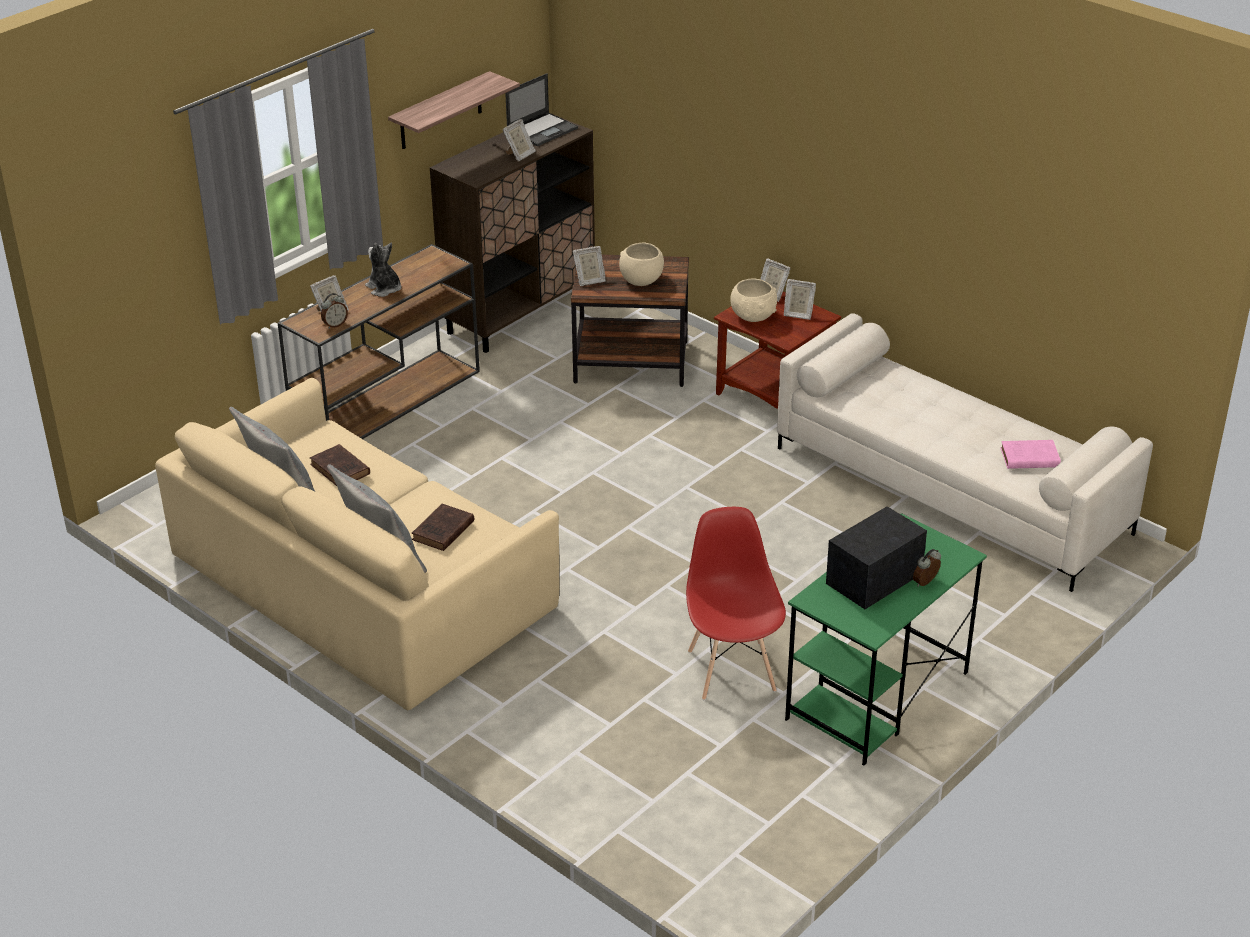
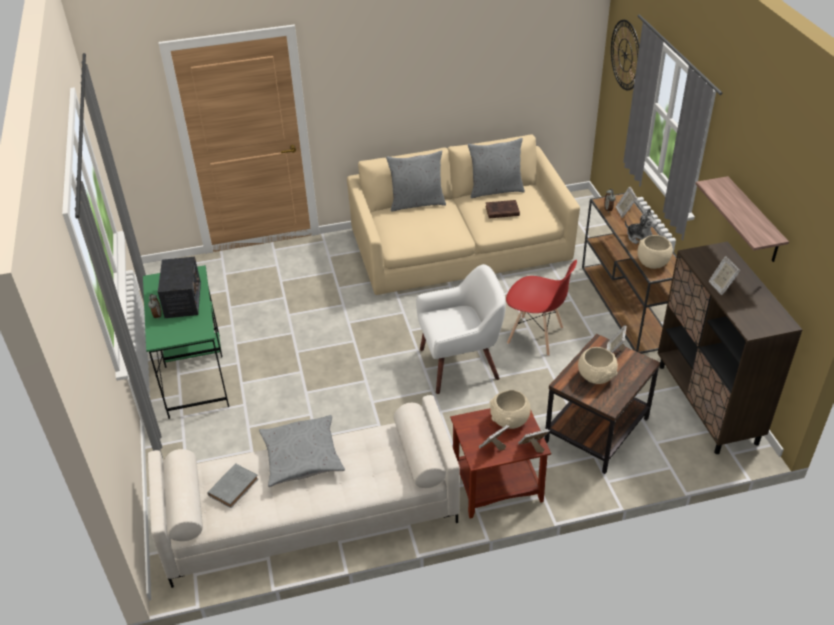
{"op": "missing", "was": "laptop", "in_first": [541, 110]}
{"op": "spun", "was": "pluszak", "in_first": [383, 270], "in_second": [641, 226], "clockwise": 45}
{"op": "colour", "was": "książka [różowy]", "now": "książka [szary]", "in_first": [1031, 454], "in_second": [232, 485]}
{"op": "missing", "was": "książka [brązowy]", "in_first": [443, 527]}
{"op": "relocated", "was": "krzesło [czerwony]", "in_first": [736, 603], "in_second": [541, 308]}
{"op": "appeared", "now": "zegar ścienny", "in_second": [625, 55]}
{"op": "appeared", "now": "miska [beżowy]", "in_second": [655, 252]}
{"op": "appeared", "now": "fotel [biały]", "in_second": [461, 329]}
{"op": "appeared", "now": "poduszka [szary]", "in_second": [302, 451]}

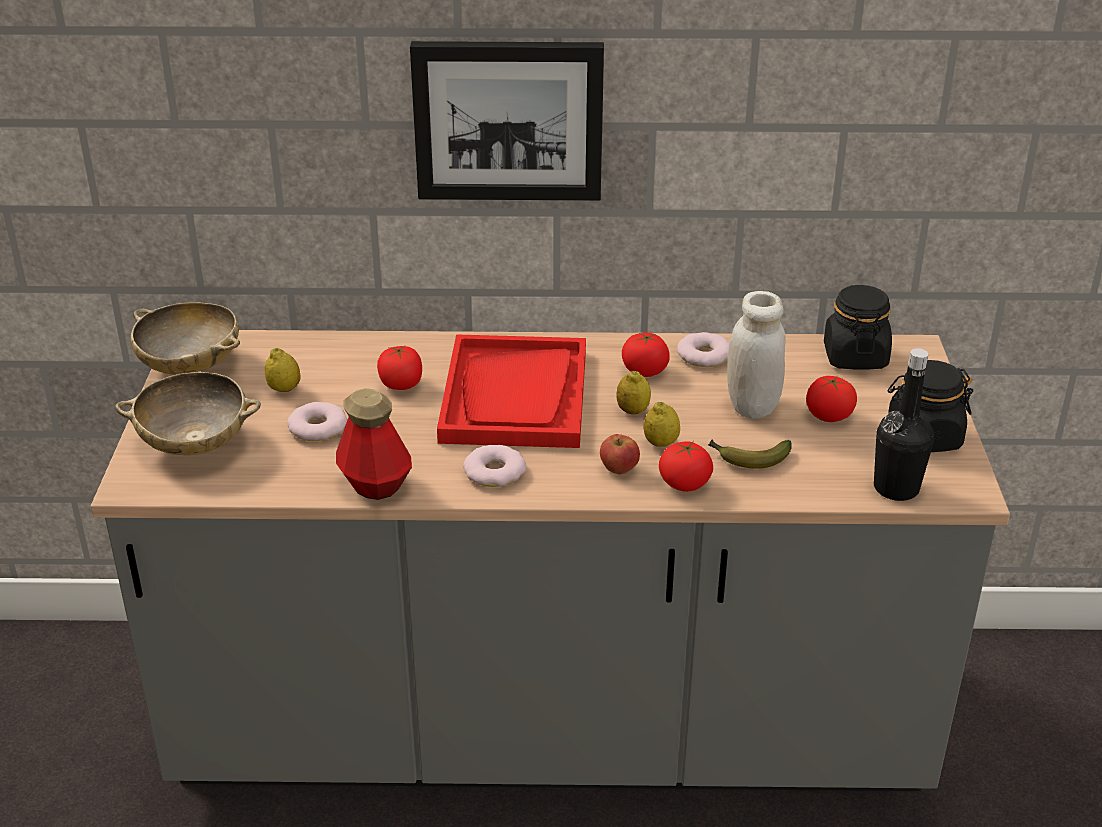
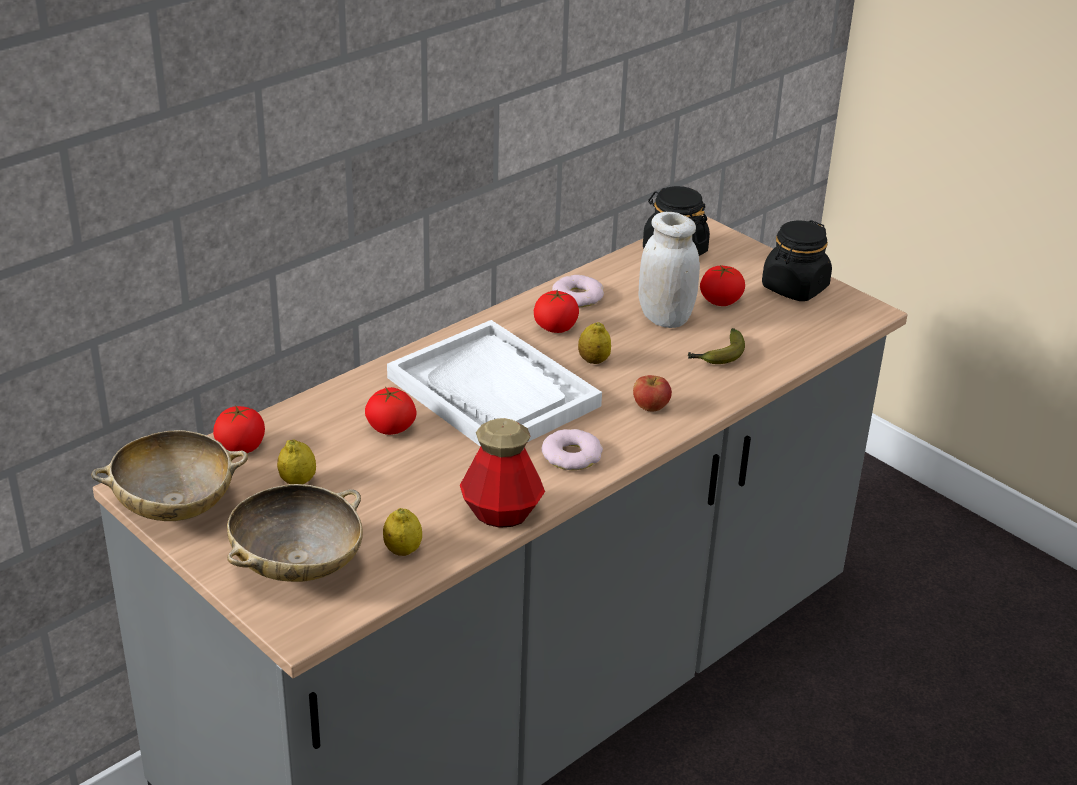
{"op": "missing", "was": "obraz", "in_first": [507, 121]}
{"op": "colour", "was": "taca [czerwony]", "now": "taca [biały]", "in_first": [511, 391], "in_second": [494, 383]}
{"op": "missing", "was": "butelka [czarny]", "in_first": [904, 424]}
{"op": "missing", "was": "donut", "in_first": [317, 421]}
{"op": "relocated", "was": "cytryna", "in_first": [662, 424], "in_second": [402, 532]}
{"op": "relocated", "was": "pomidor", "in_first": [686, 466], "in_second": [239, 429]}

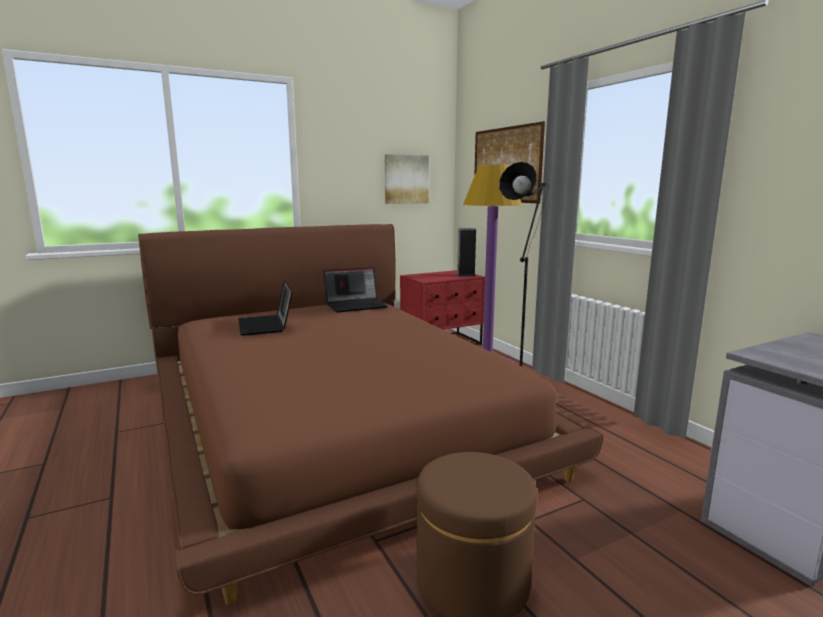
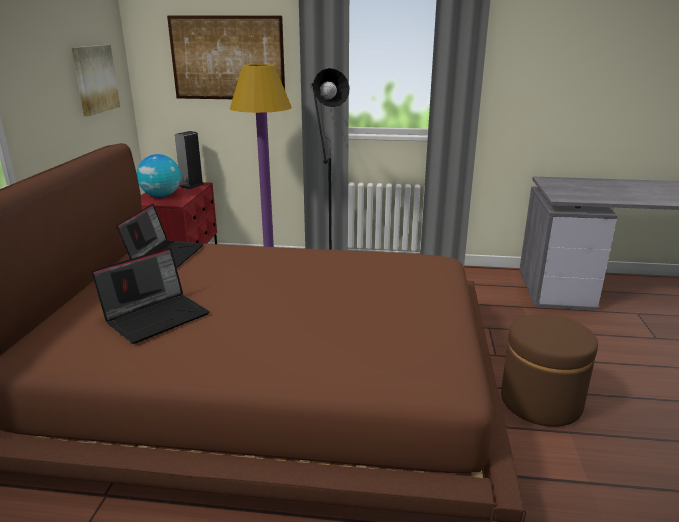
{"op": "spun", "was": "laptop", "in_first": [265, 307], "in_second": [150, 296], "clockwise": -60}
{"op": "appeared", "now": "globus", "in_second": [158, 175]}

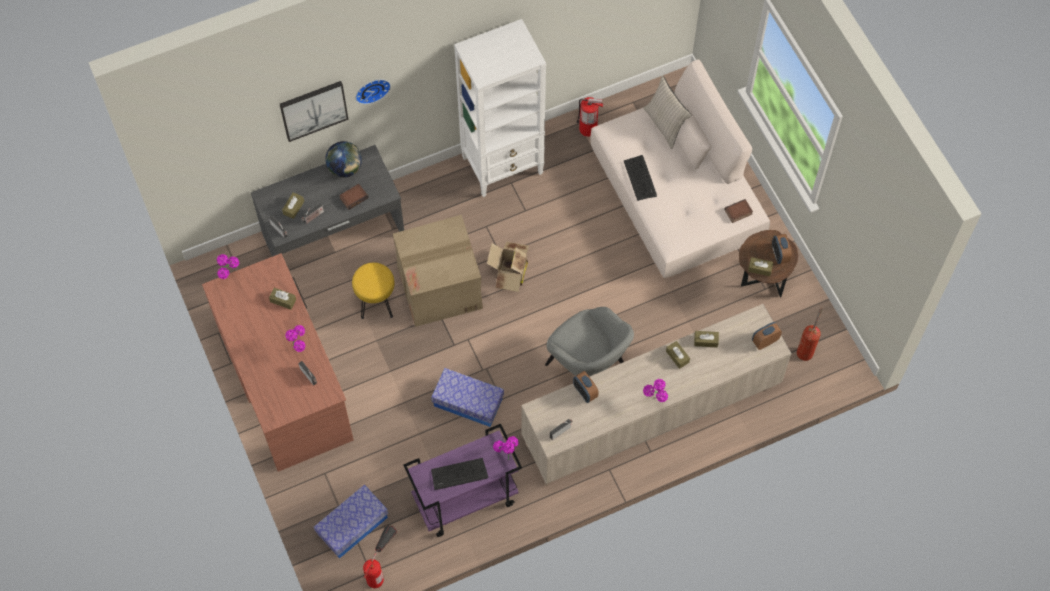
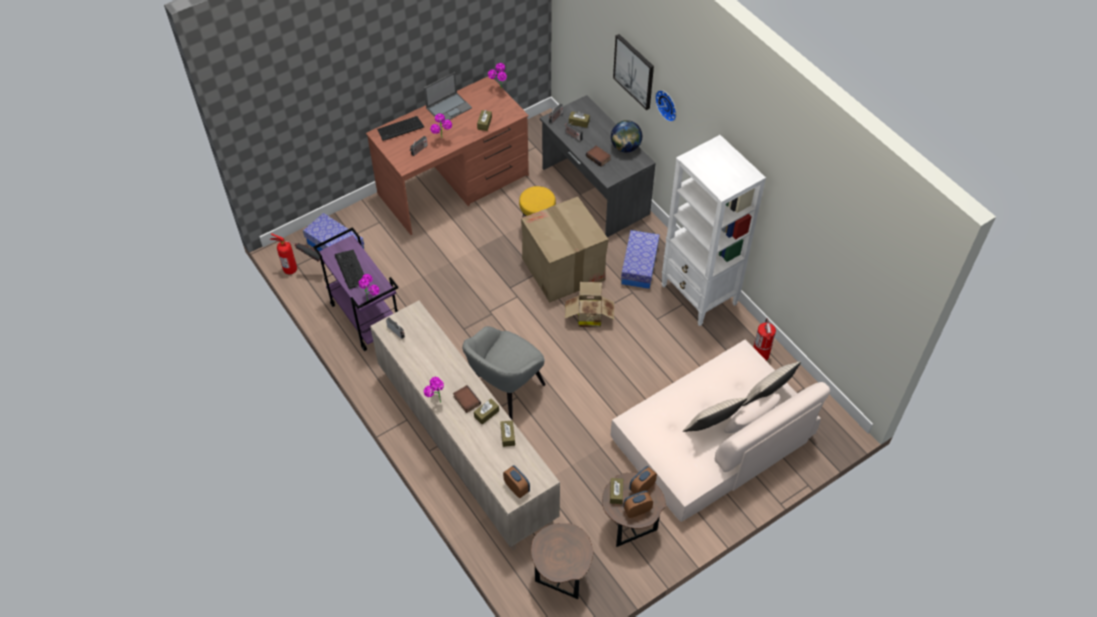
{"op": "relocated", "was": "klawiatura", "in_first": [640, 178], "in_second": [400, 128]}
{"op": "relocated", "was": "książka", "in_first": [739, 211], "in_second": [467, 399]}
{"op": "exchanged", "was": "gaśnica", "now": "stolik [brązowy]", "in_first": [809, 334], "in_second": [562, 561]}
{"op": "relocated", "was": "pojemnik do przechowywania", "in_first": [467, 397], "in_second": [640, 259]}
{"op": "relocated", "was": "budzik", "in_first": [586, 387], "in_second": [643, 480]}
{"op": "appeared", "now": "laptop", "in_second": [448, 98]}
{"op": "appeared", "now": "poduszka [beżowy]", "in_second": [715, 415]}

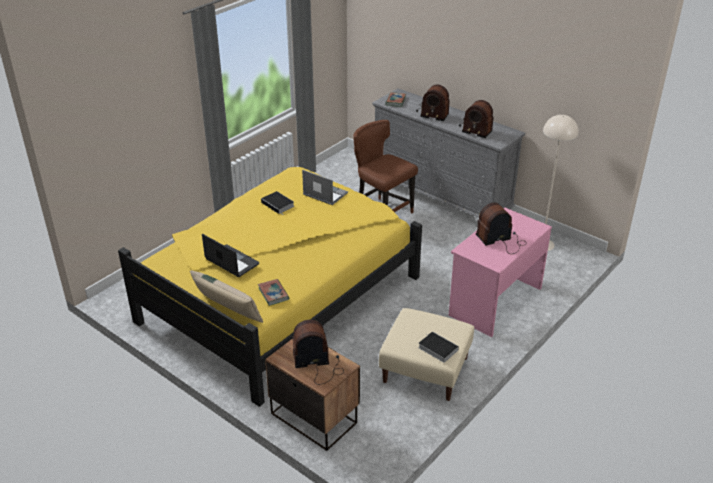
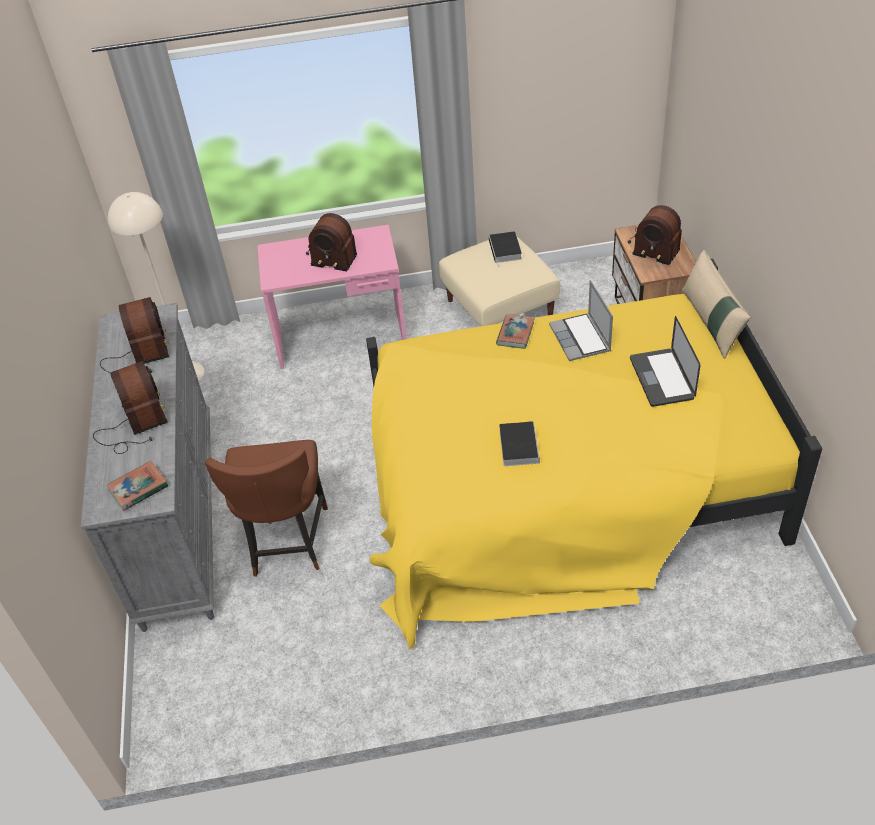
{"op": "relocated", "was": "laptop", "in_first": [325, 187], "in_second": [581, 320]}
{"op": "relocated", "was": "książka", "in_first": [273, 292], "in_second": [515, 331]}

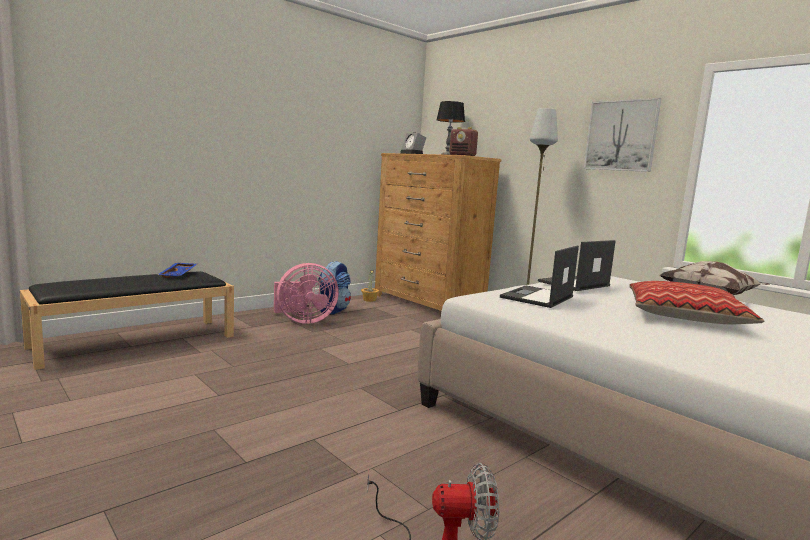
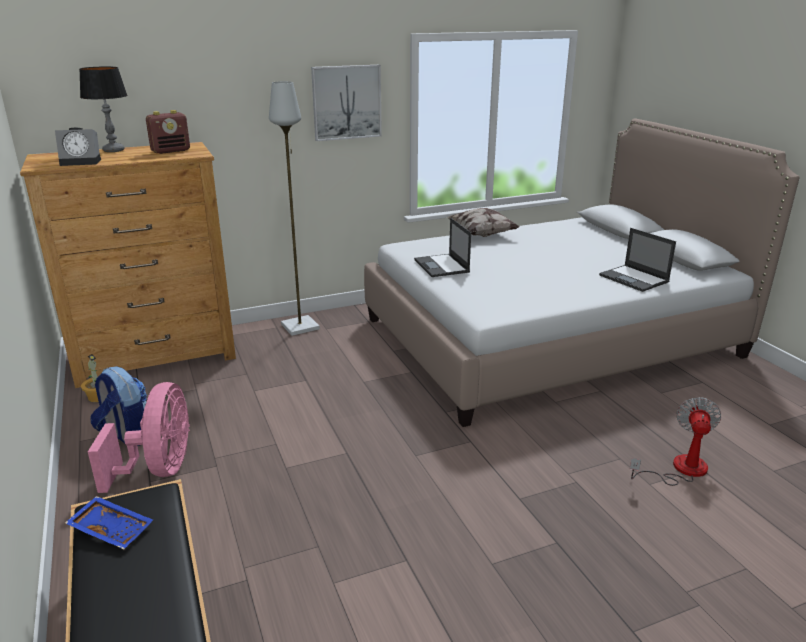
{"op": "relocated", "was": "laptop", "in_first": [539, 276], "in_second": [637, 260]}
{"op": "missing", "was": "poduszka", "in_first": [696, 302]}

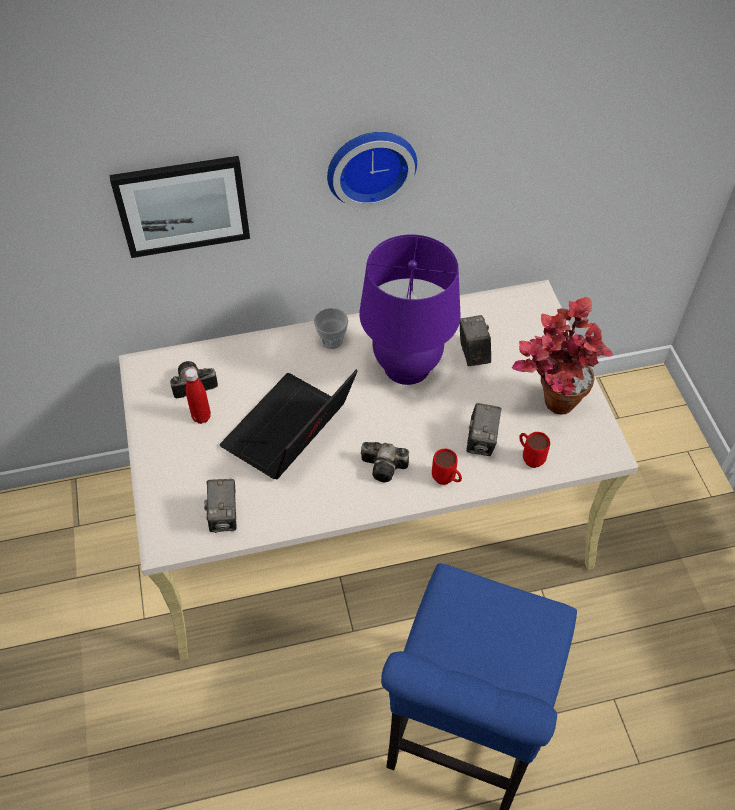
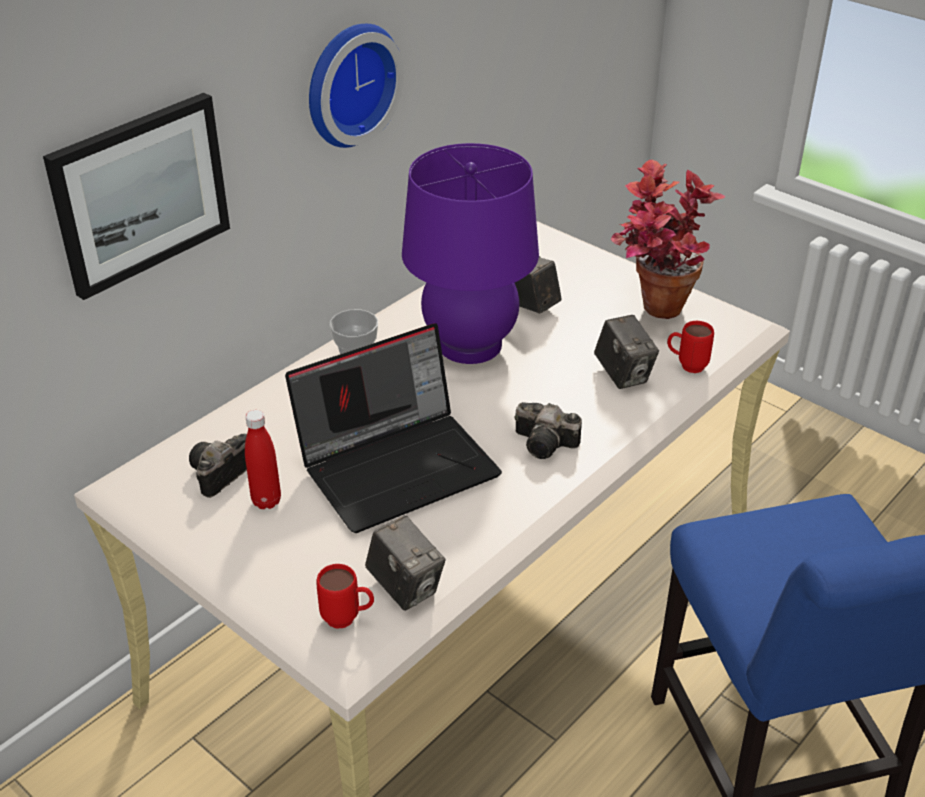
{"op": "spun", "was": "laptop", "in_first": [289, 424], "in_second": [393, 428], "clockwise": -120}
{"op": "spun", "was": "aparat fotograficzny", "in_first": [385, 462], "in_second": [548, 430], "clockwise": 45}
{"op": "relocated", "was": "kubek [czerwony]", "in_first": [447, 467], "in_second": [345, 596]}

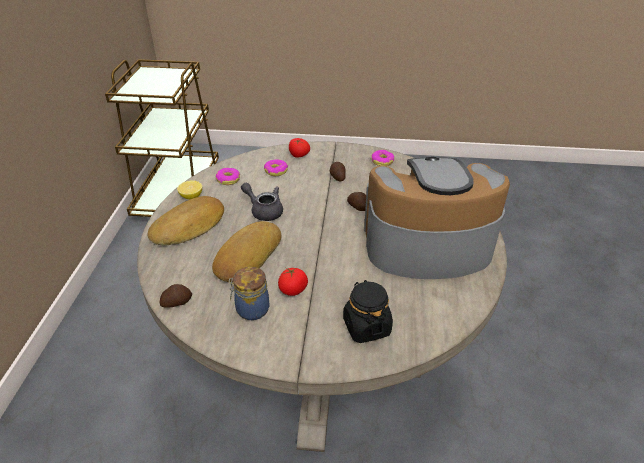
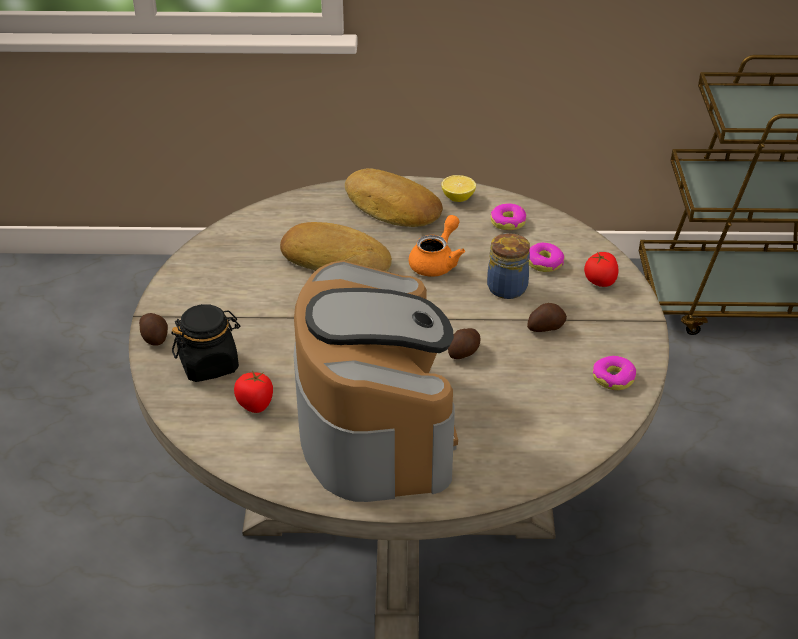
{"op": "colour", "was": "imbryk [szary]", "now": "imbryk [pomarańczowy]", "in_first": [262, 202], "in_second": [436, 246]}
{"op": "relocated", "was": "słoik", "in_first": [249, 293], "in_second": [508, 266]}
{"op": "relocated", "was": "pomidor", "in_first": [293, 281], "in_second": [253, 391]}
{"op": "relocated", "was": "ziemniak", "in_first": [176, 296], "in_second": [153, 329]}

